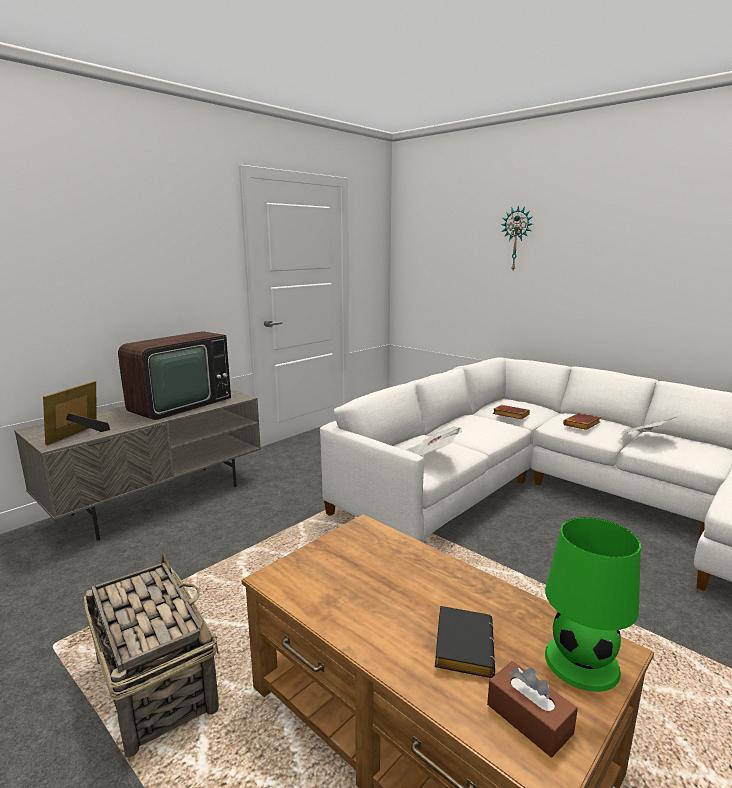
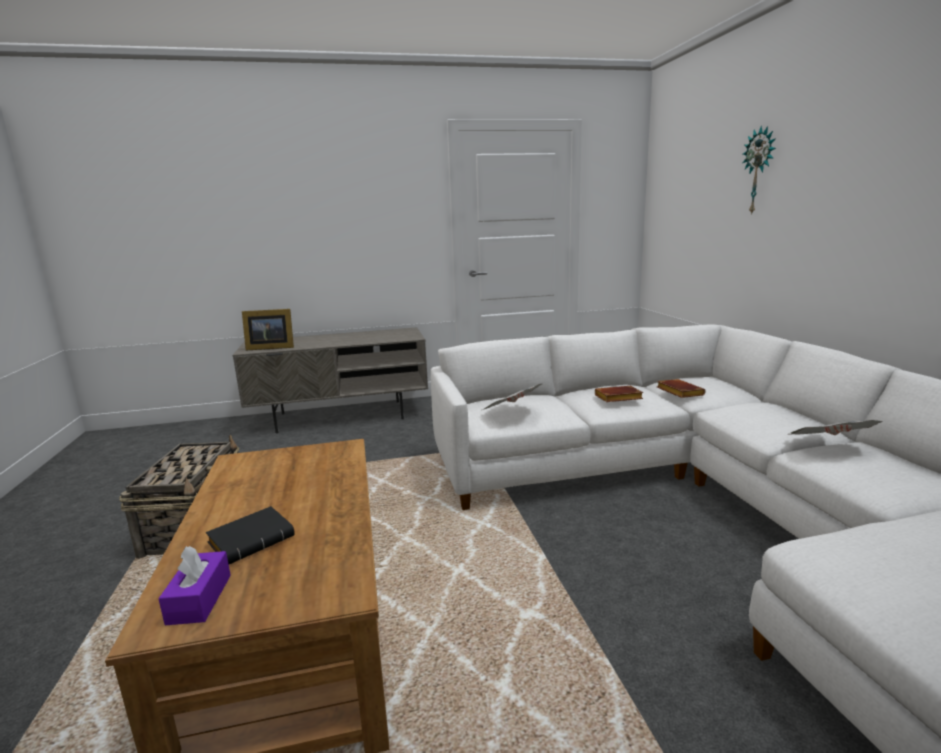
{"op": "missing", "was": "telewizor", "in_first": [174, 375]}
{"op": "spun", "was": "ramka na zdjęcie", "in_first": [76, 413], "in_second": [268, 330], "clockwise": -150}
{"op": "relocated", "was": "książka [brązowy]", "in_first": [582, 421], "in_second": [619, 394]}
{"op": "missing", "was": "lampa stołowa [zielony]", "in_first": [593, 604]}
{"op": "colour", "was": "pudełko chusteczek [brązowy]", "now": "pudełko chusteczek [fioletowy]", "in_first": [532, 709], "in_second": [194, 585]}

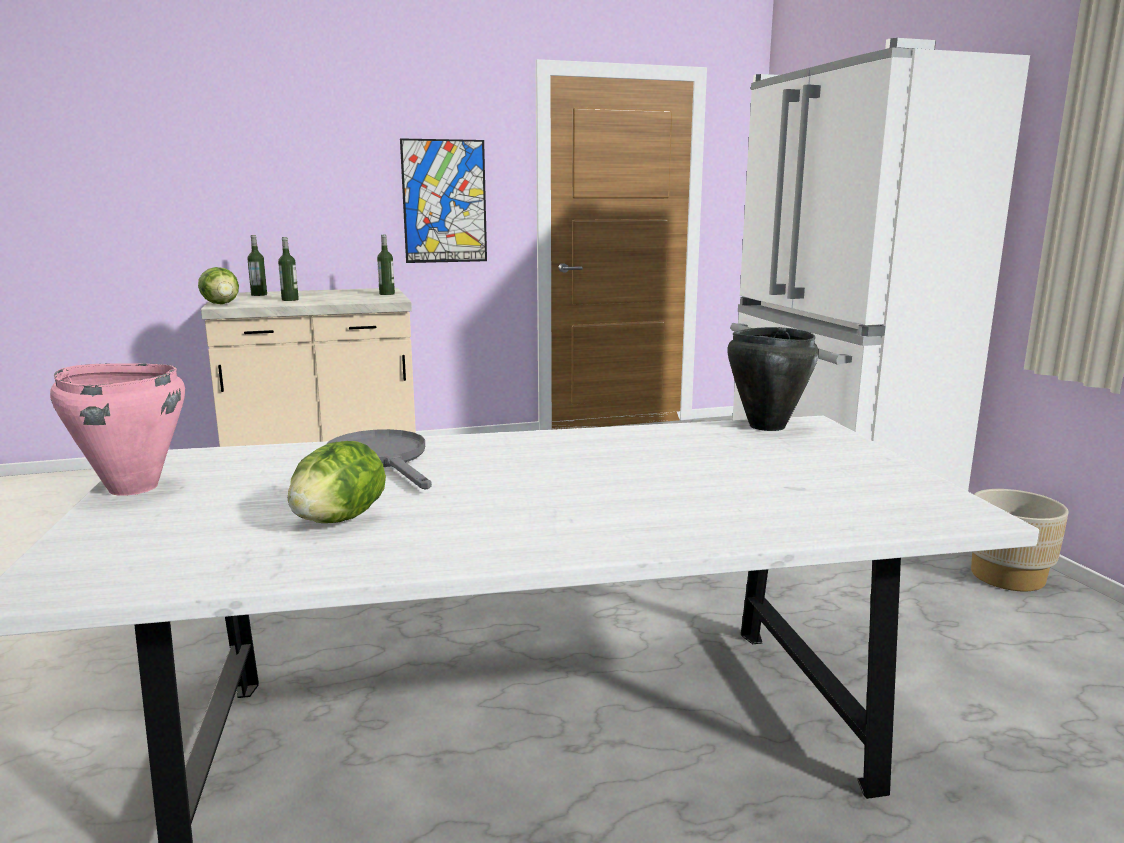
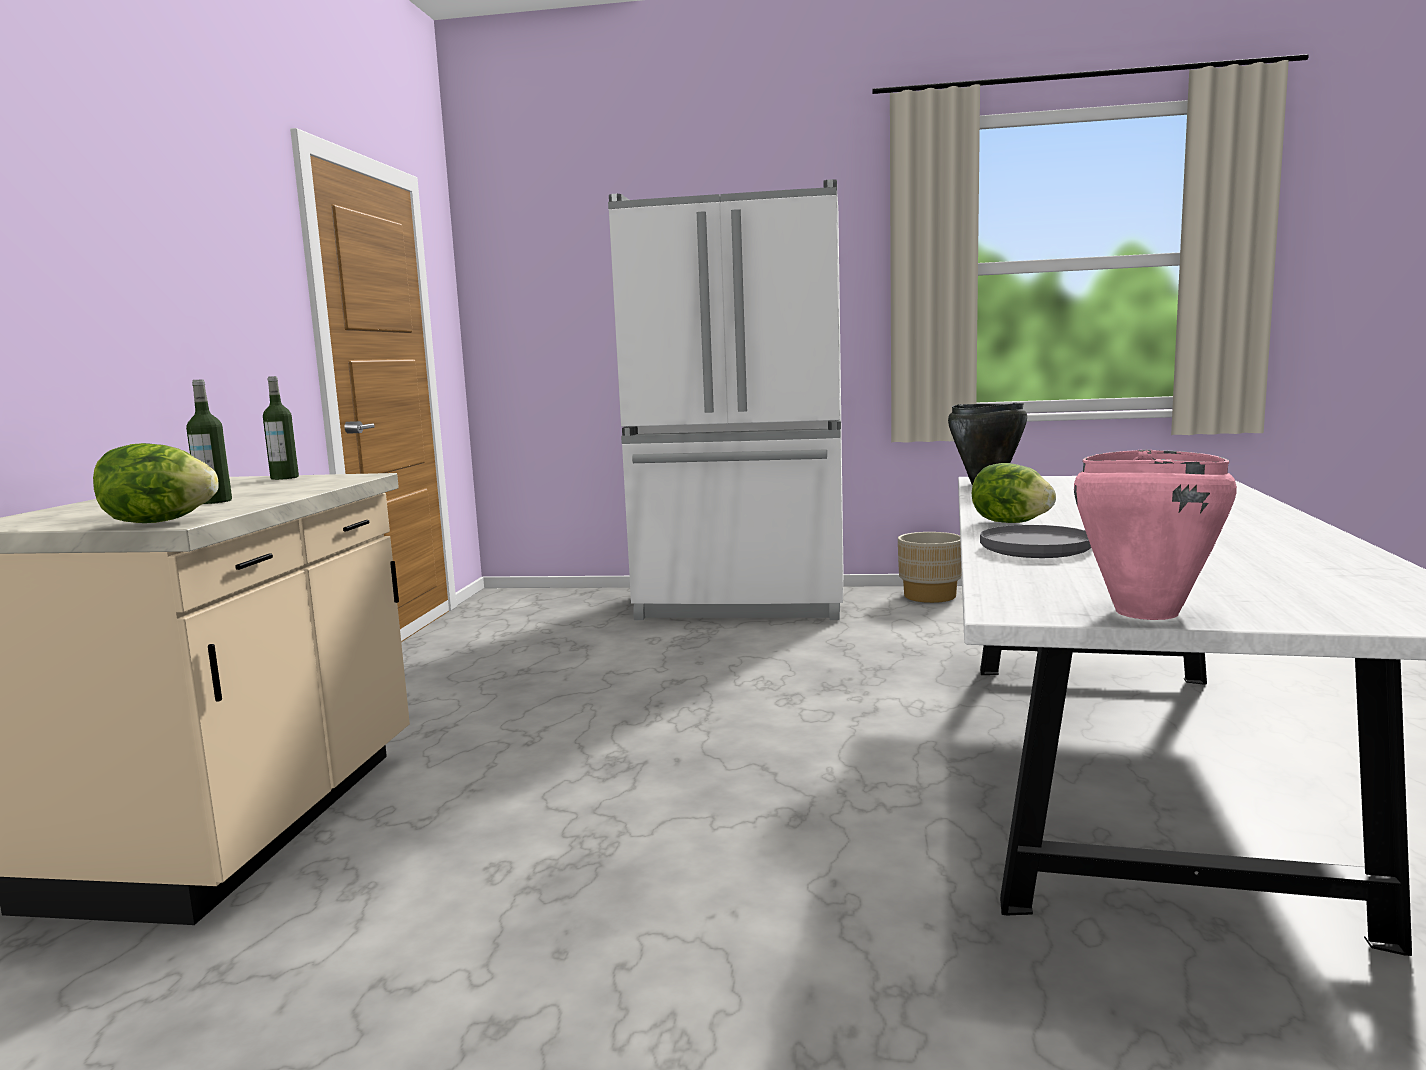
{"op": "missing", "was": "obraz", "in_first": [443, 200]}
{"op": "missing", "was": "butelka", "in_first": [257, 265]}
{"op": "relocated", "was": "sałata", "in_first": [337, 482], "in_second": [1014, 493]}

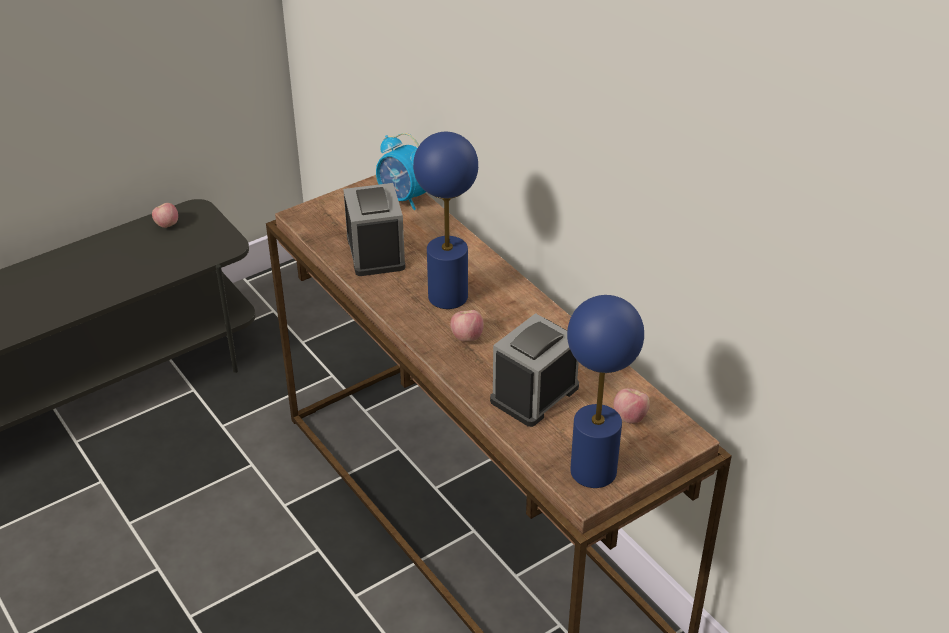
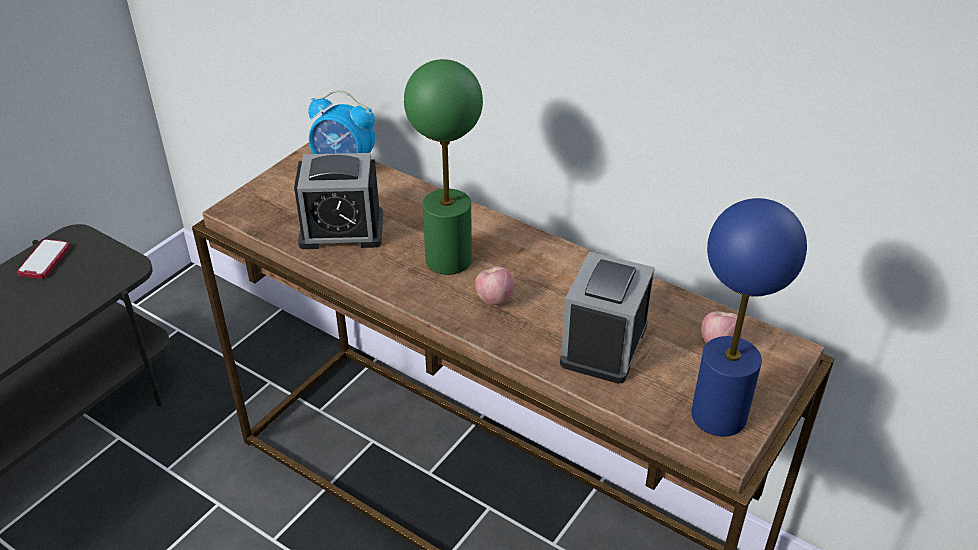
{"op": "colour", "was": "lampa stołowa [niebieski]", "now": "lampa stołowa [zielony]", "in_first": [445, 220], "in_second": [443, 167]}
{"op": "spun", "was": "budzik", "in_first": [374, 229], "in_second": [338, 201], "clockwise": 120}
{"op": "exchanged", "was": "jabłko", "now": "telefon", "in_first": [165, 215], "in_second": [43, 259]}

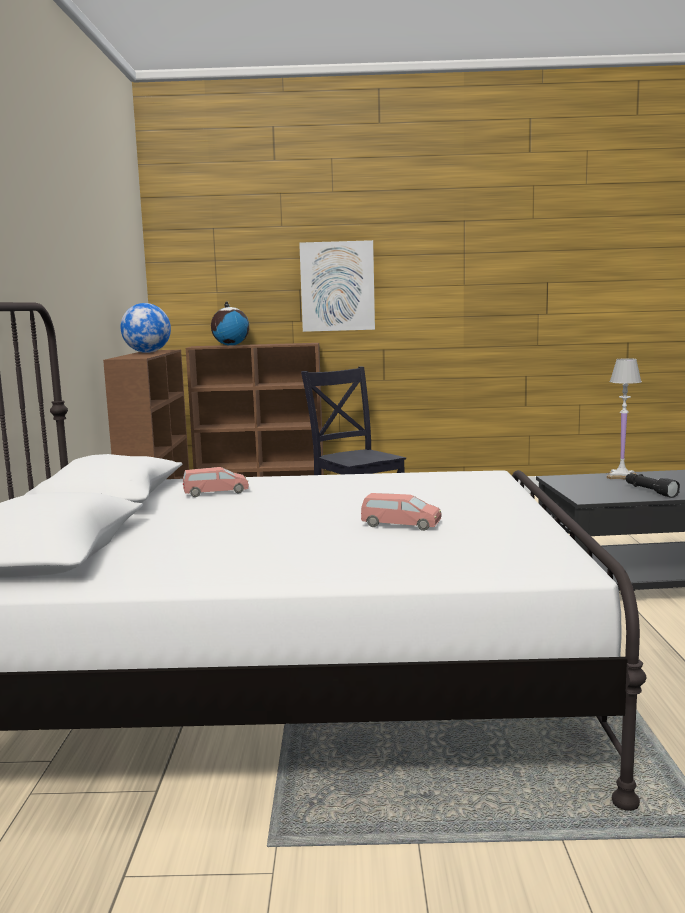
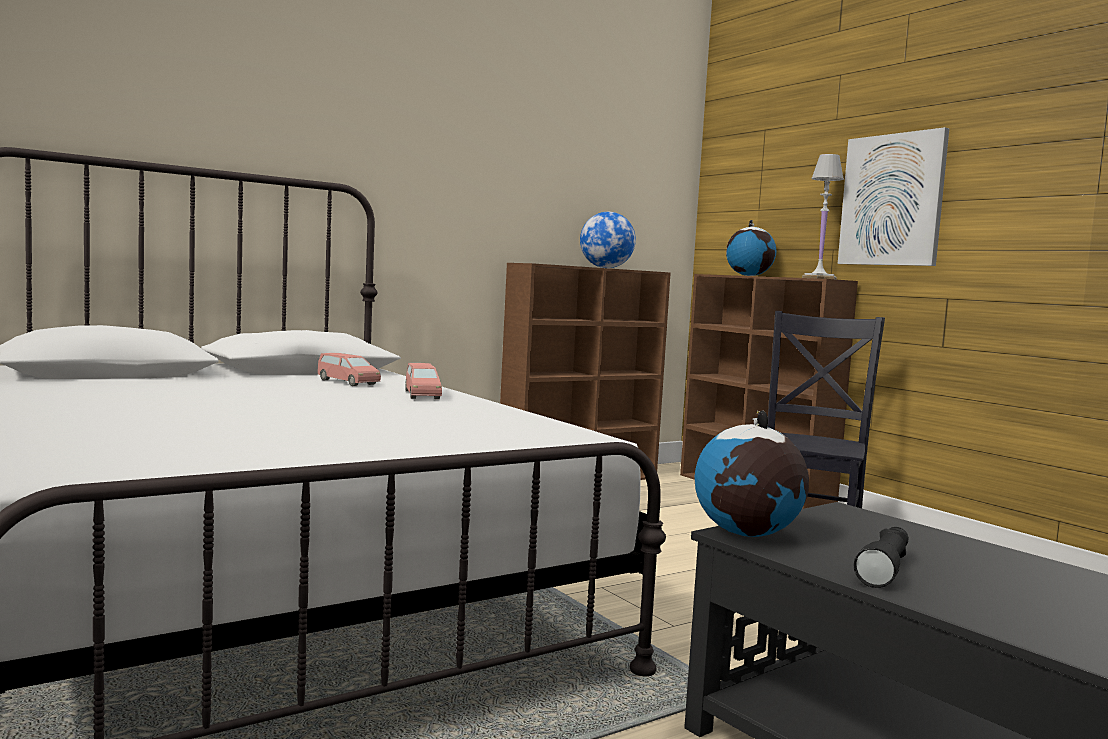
{"op": "relocated", "was": "lampa stołowa [biały]", "in_first": [624, 419], "in_second": [823, 217]}
{"op": "relocated", "was": "samochodzik [różowy]", "in_first": [401, 512], "in_second": [423, 381]}
{"op": "appeared", "now": "globus", "in_second": [751, 473]}

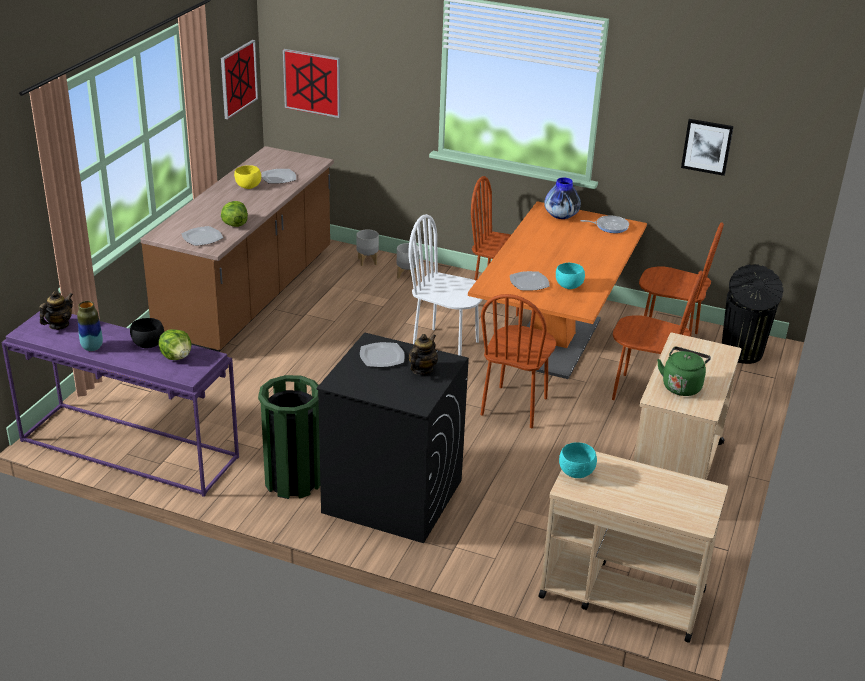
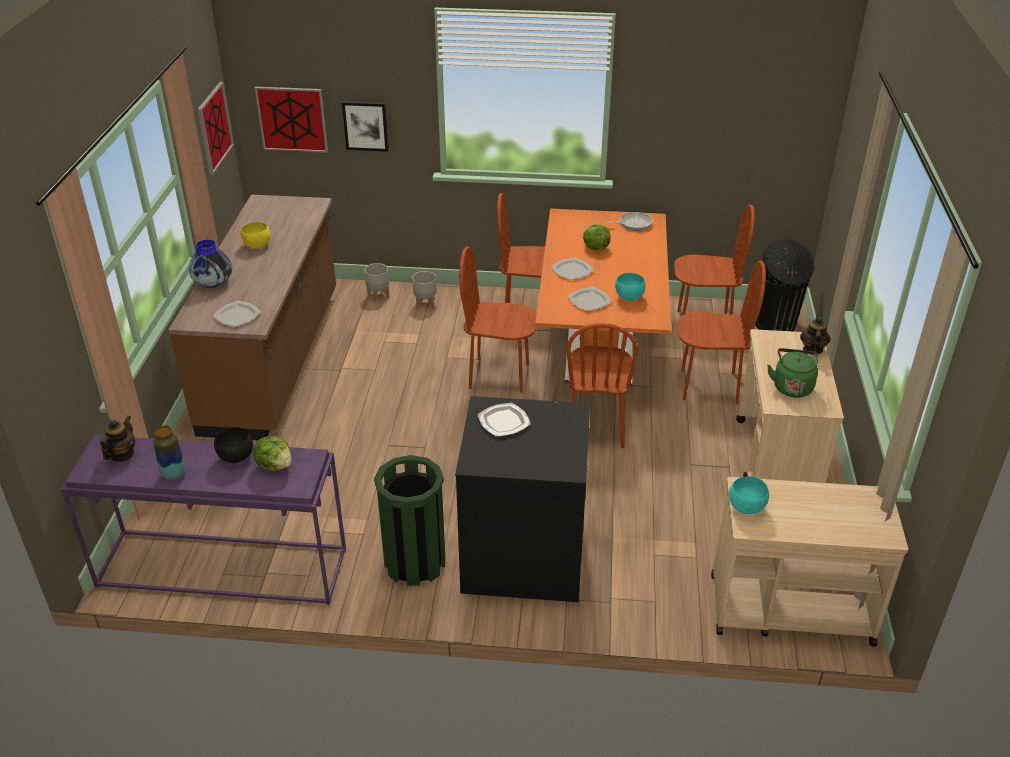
{"op": "relocated", "was": "obraz", "in_first": [707, 147], "in_second": [365, 126]}
{"op": "relocated", "was": "talerz", "in_first": [279, 176], "in_second": [572, 268]}
{"op": "relocated", "was": "wazon", "in_first": [562, 198], "in_second": [210, 264]}
{"op": "relocated", "was": "sałata", "in_first": [234, 214], "in_second": [597, 237]}
{"op": "colour", "was": "krzesło [biały]", "now": "krzesło [brązowy]", "in_first": [445, 285], "in_second": [498, 320]}
{"op": "relocated", "was": "imbryk", "in_first": [423, 354], "in_second": [815, 334]}

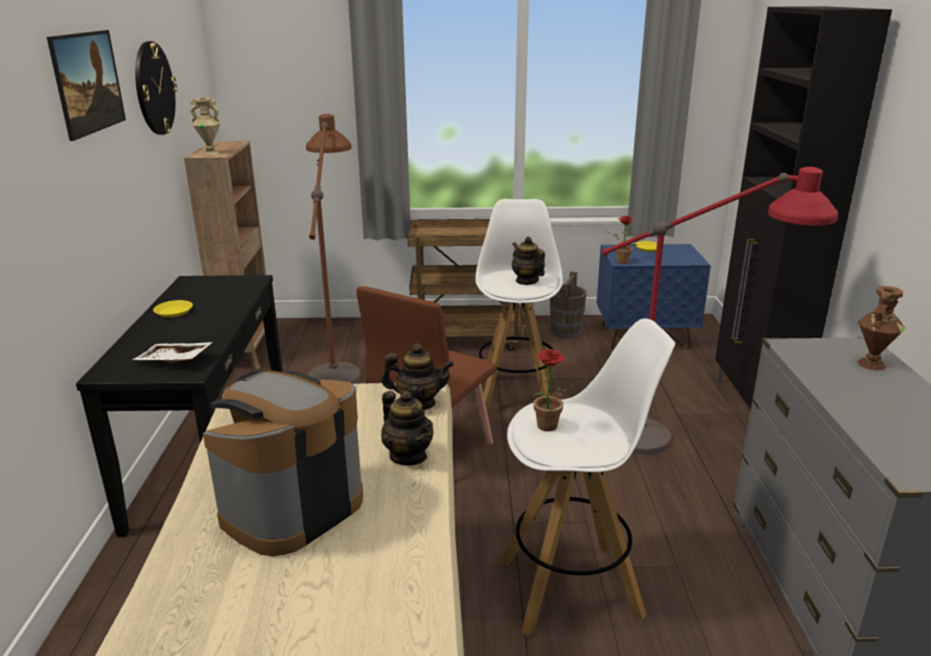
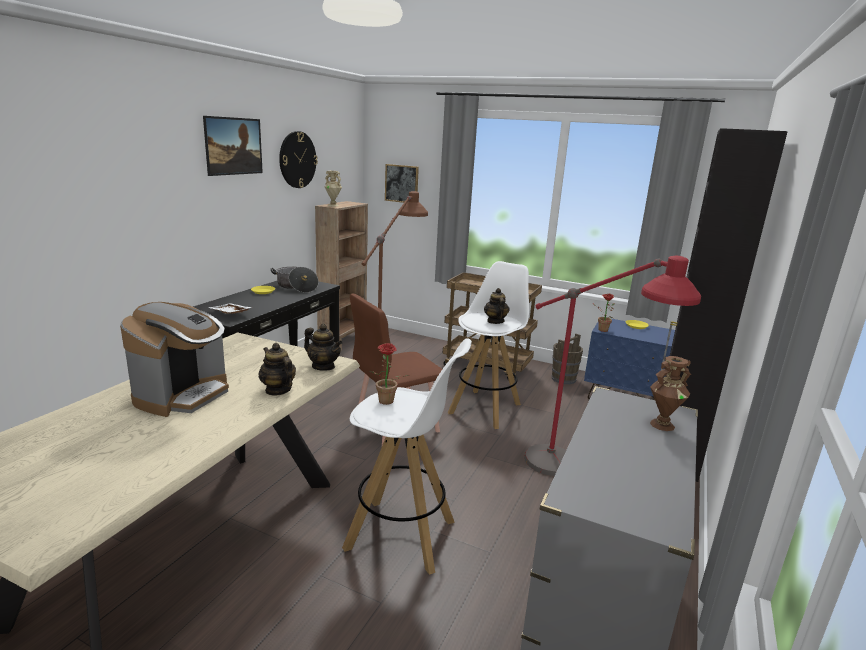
{"op": "spun", "was": "ekspres do kawy", "in_first": [283, 463], "in_second": [174, 359], "clockwise": 135}
{"op": "spun", "was": "imbryk", "in_first": [407, 428], "in_second": [277, 369], "clockwise": 150}
{"op": "appeared", "now": "obraz", "in_second": [402, 183]}
{"op": "appeared", "now": "garnek", "in_second": [295, 280]}

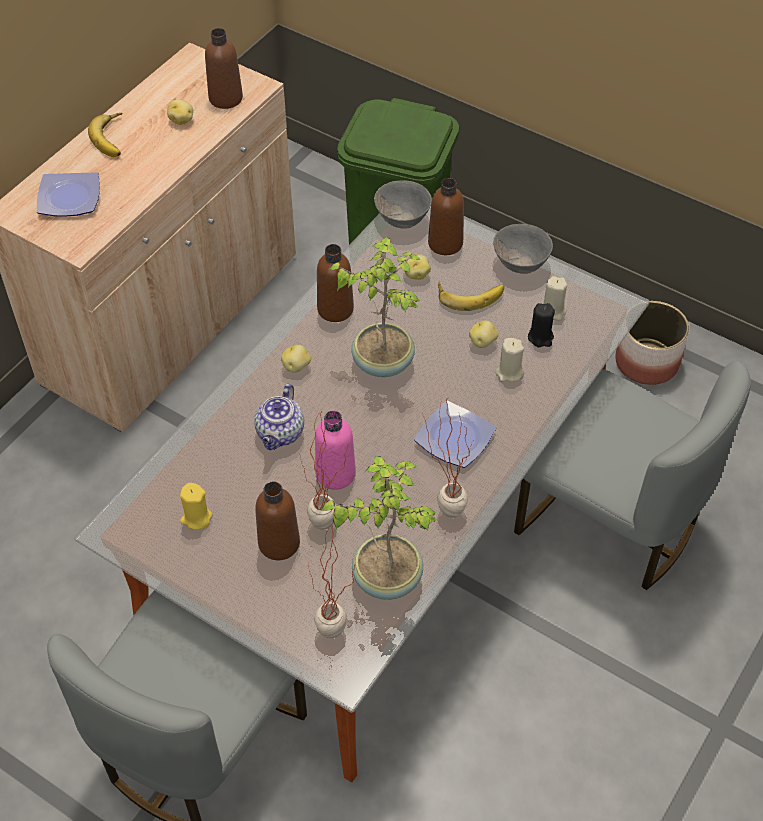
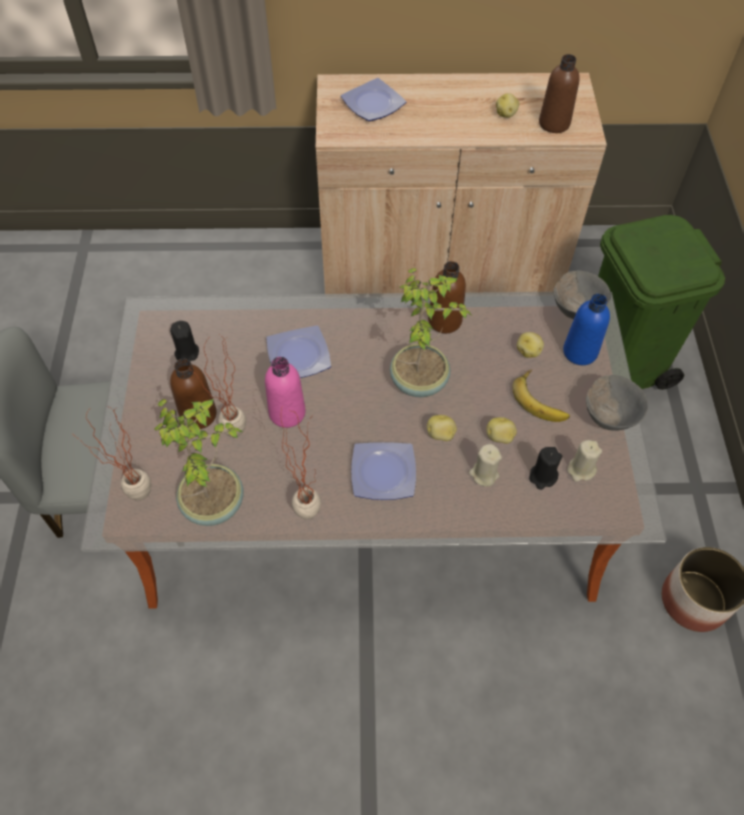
{"op": "missing", "was": "banan", "in_first": [105, 135]}
{"op": "colour", "was": "butelka [brązowy]", "now": "butelka [niebieski]", "in_first": [446, 216], "in_second": [586, 329]}
{"op": "relocated", "was": "ziemniak", "in_first": [296, 359], "in_second": [442, 428]}
{"op": "missing", "was": "krzesło [szary]", "in_first": [632, 475]}
{"op": "exchanged", "was": "imbryk", "now": "talerz", "in_first": [279, 417], "in_second": [298, 351]}
{"op": "colour", "was": "świeca [żółty]", "now": "świeca [czarny]", "in_first": [196, 506], "in_second": [184, 341]}

